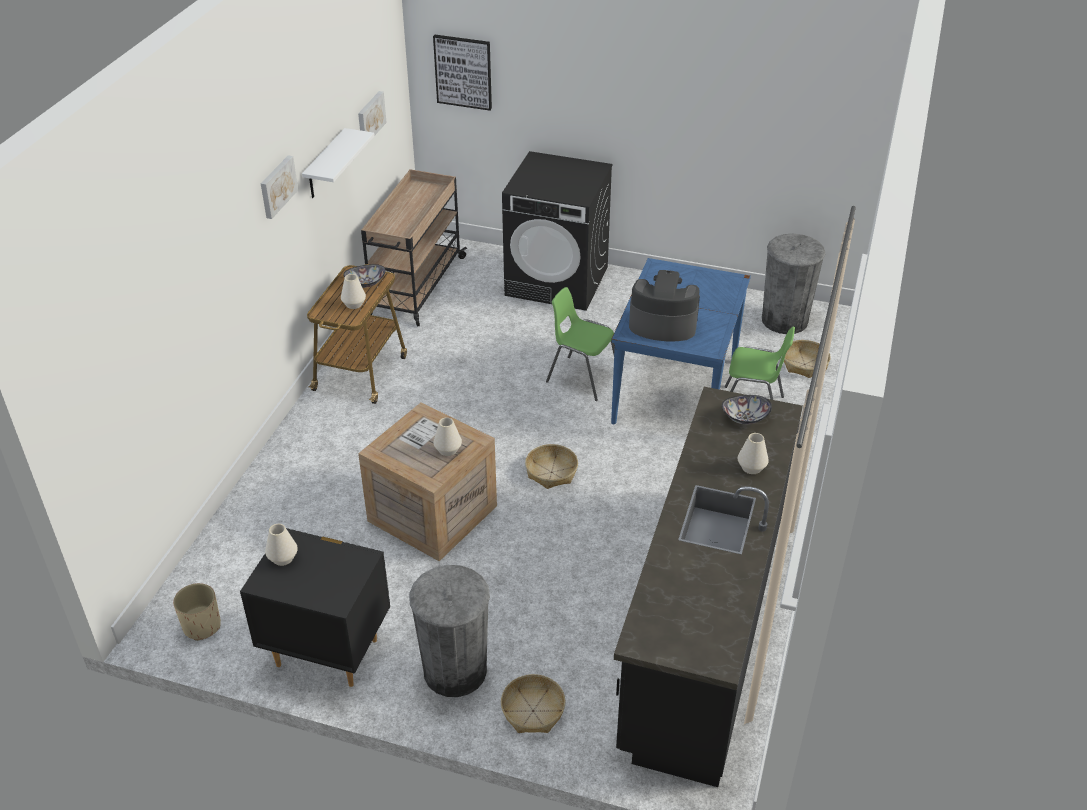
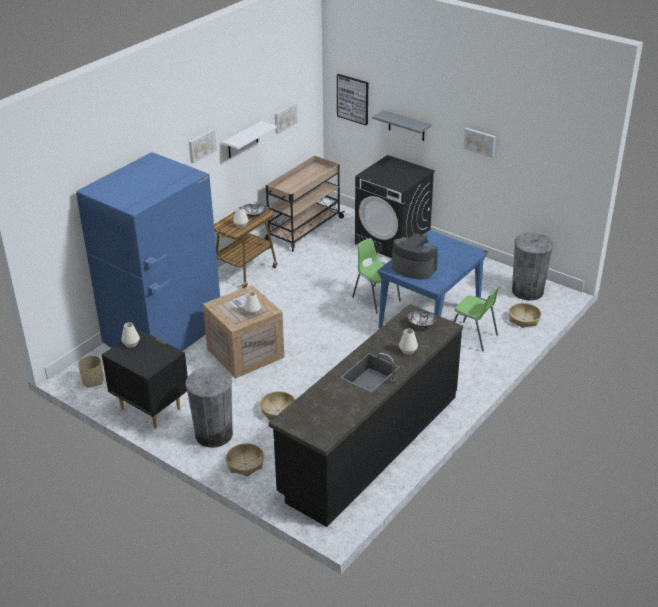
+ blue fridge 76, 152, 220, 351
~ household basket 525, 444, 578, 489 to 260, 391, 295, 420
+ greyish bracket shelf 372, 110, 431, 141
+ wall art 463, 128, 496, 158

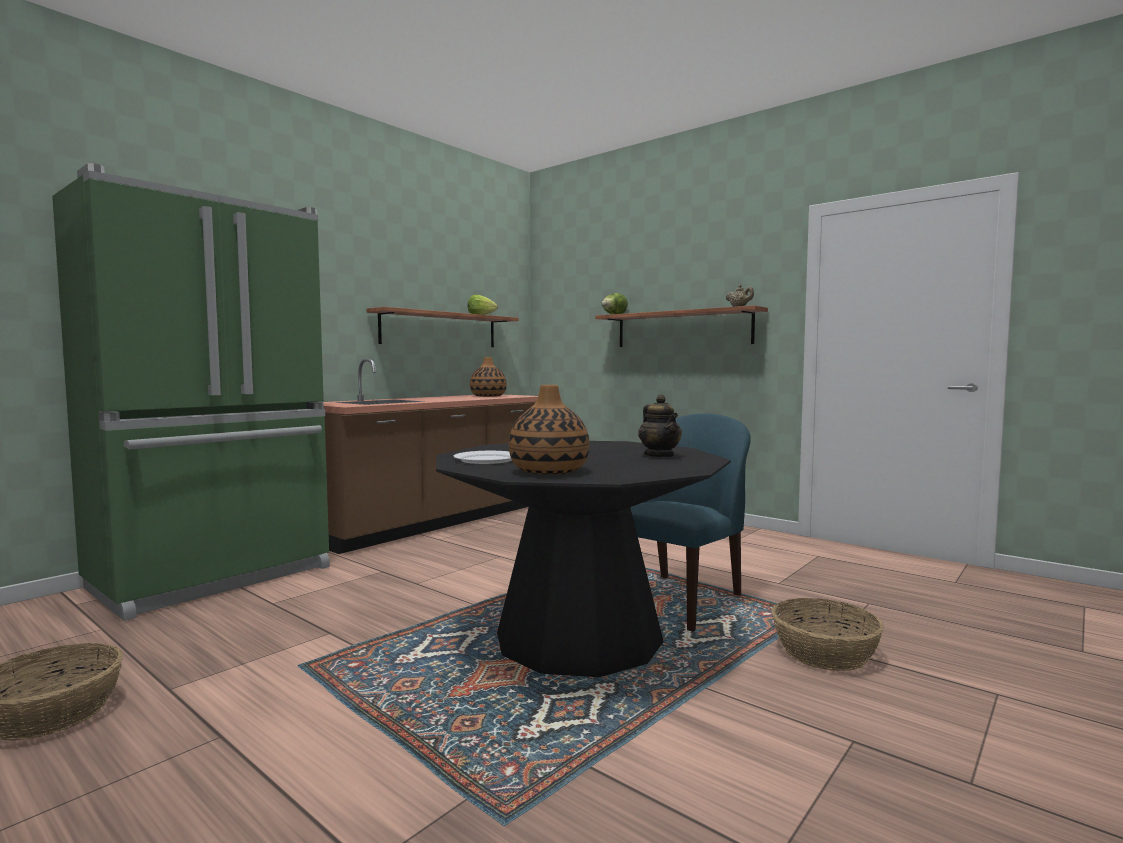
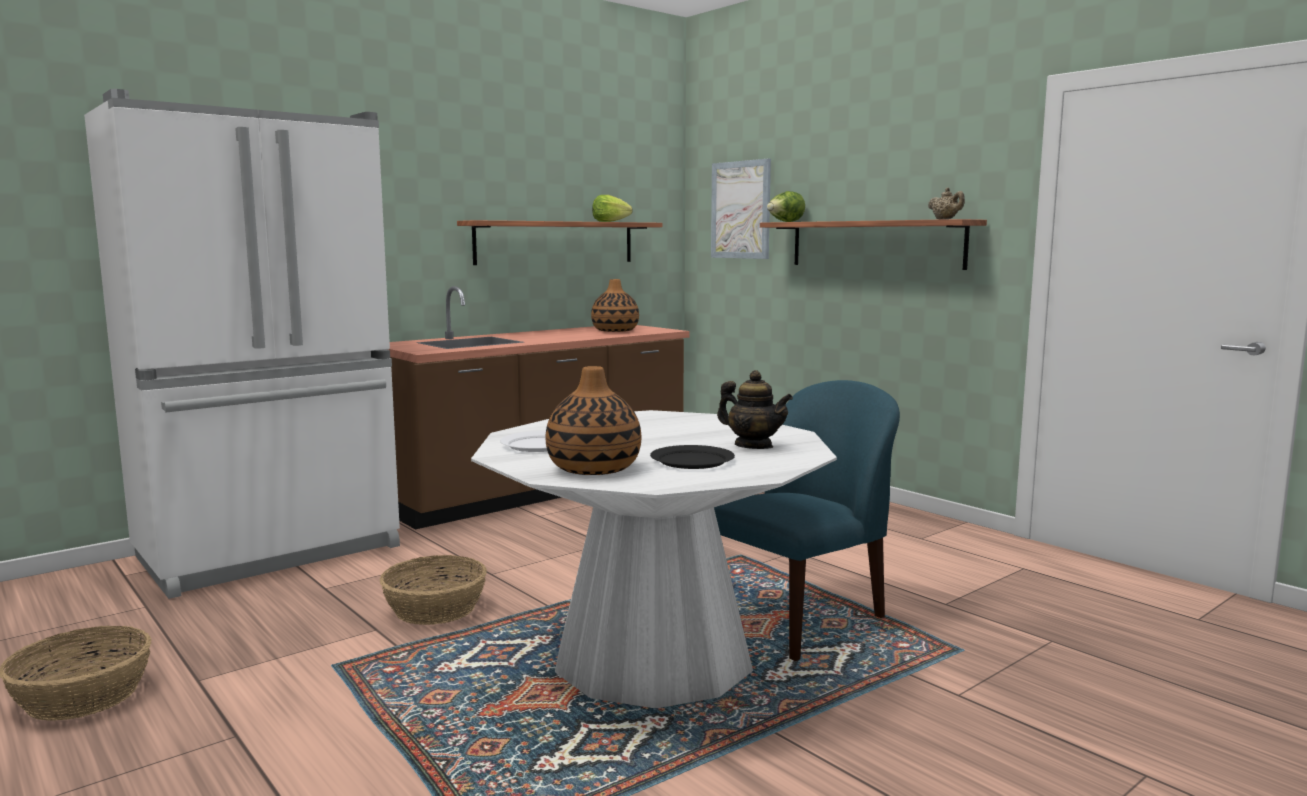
~ greenish fridge 52, 163, 330, 621 to white fridge 84, 89, 400, 599
~ household basket 772, 598, 884, 671 to 380, 555, 487, 625
~ black dinner table 436, 441, 731, 677 to white dinner table 471, 410, 837, 708
+ black plate 650, 445, 735, 469
+ wall art 711, 159, 771, 259
~ teapot 638, 395, 682, 458 = 717, 370, 793, 449 45 degrees counterclockwise

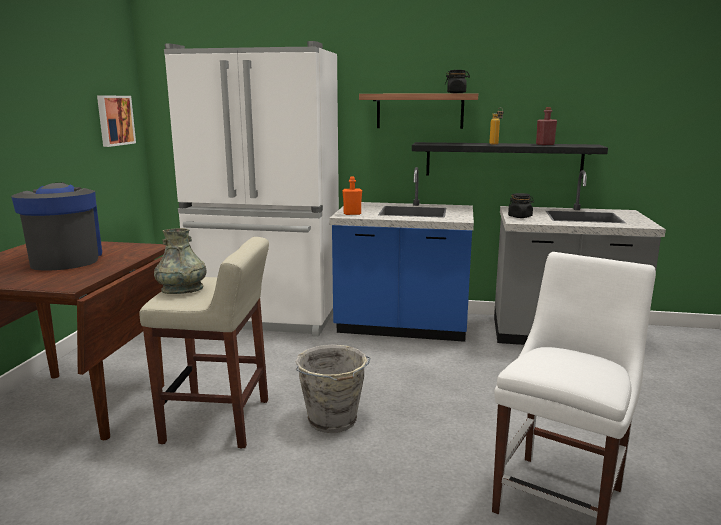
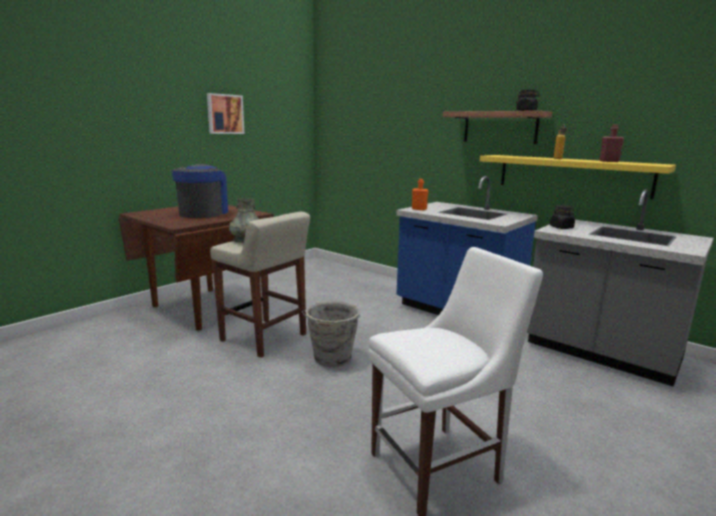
~ wall art 97, 95, 136, 147 to 207, 93, 244, 134
~ black bracket shelf 412, 142, 608, 177 to yellow bracket shelf 480, 155, 676, 199
- white fridge 164, 41, 339, 337

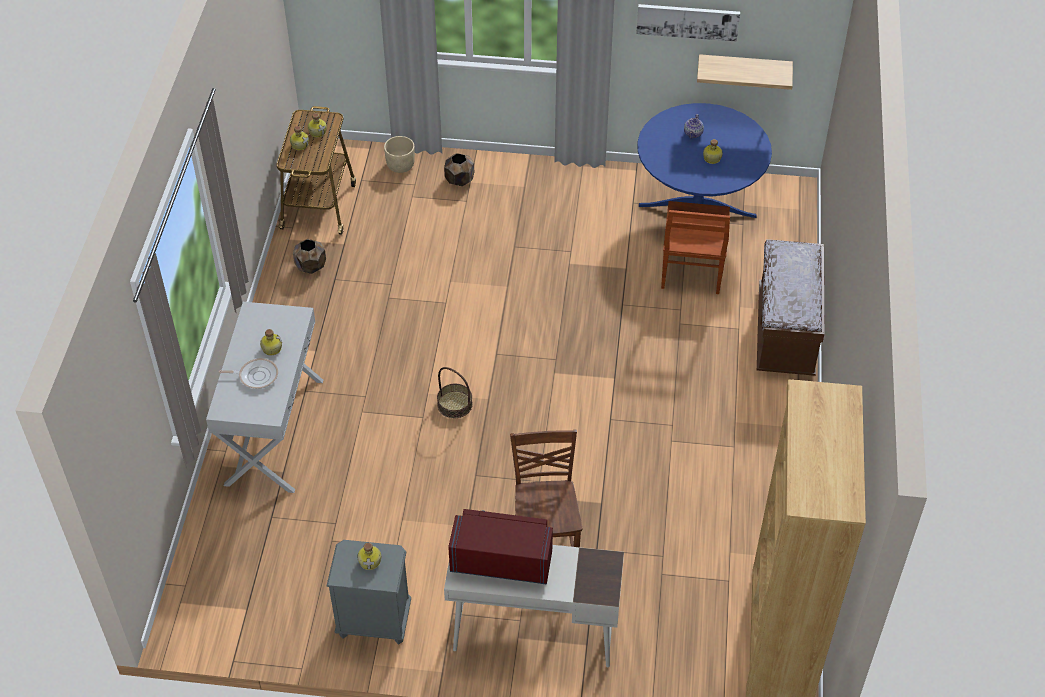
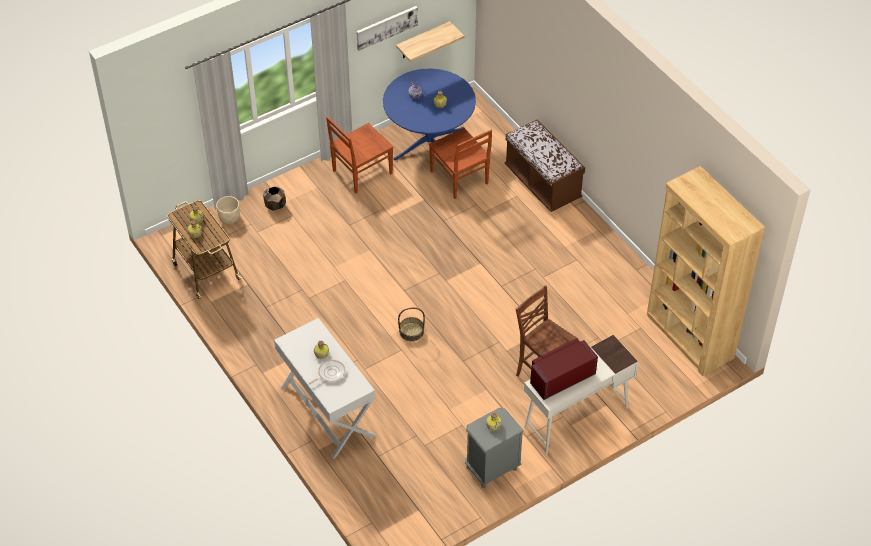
+ brown-coloured plain chair 326, 116, 394, 193
- brown-coloured plant pot 293, 239, 326, 274

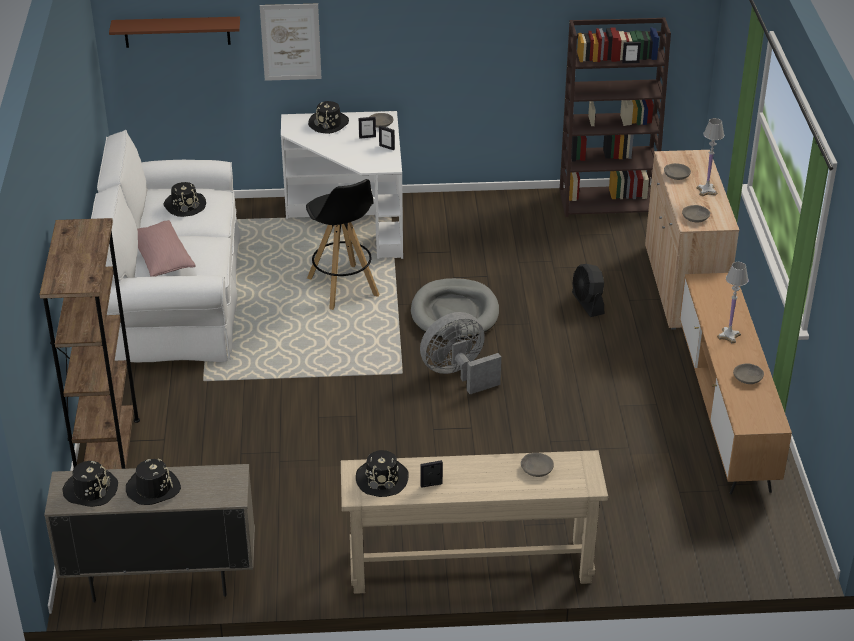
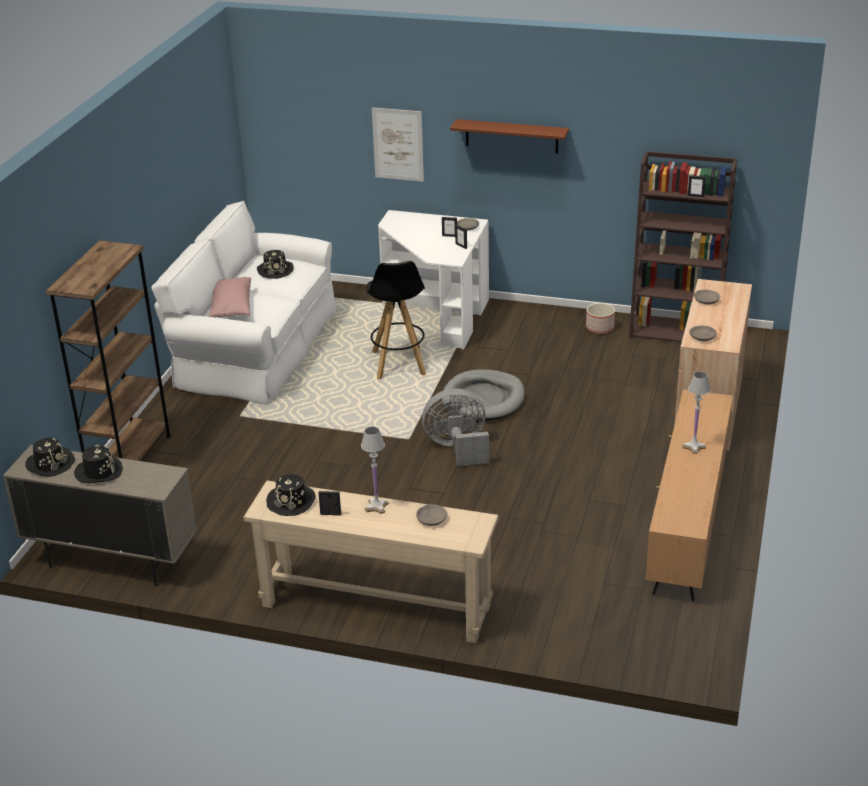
~ white lamp for a table 696, 118, 724, 196 to 361, 426, 389, 514
~ brown-coloured bracket shelf 109, 17, 240, 48 to 450, 119, 569, 154
+ plant pot 586, 303, 615, 334
- black hat 308, 101, 349, 134
- black fan 572, 264, 604, 317
- greyish deep dish 733, 363, 764, 384

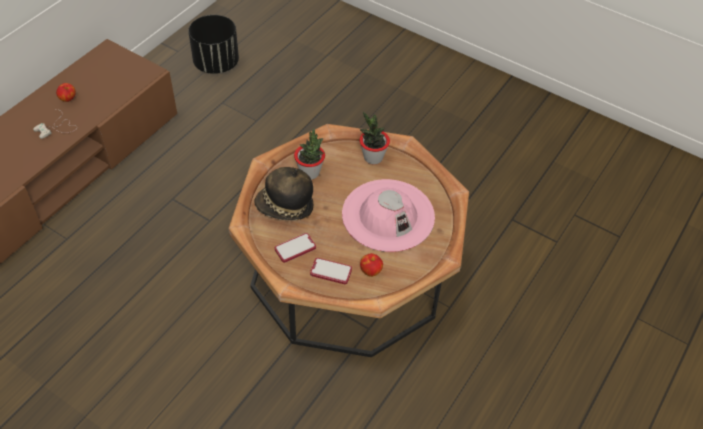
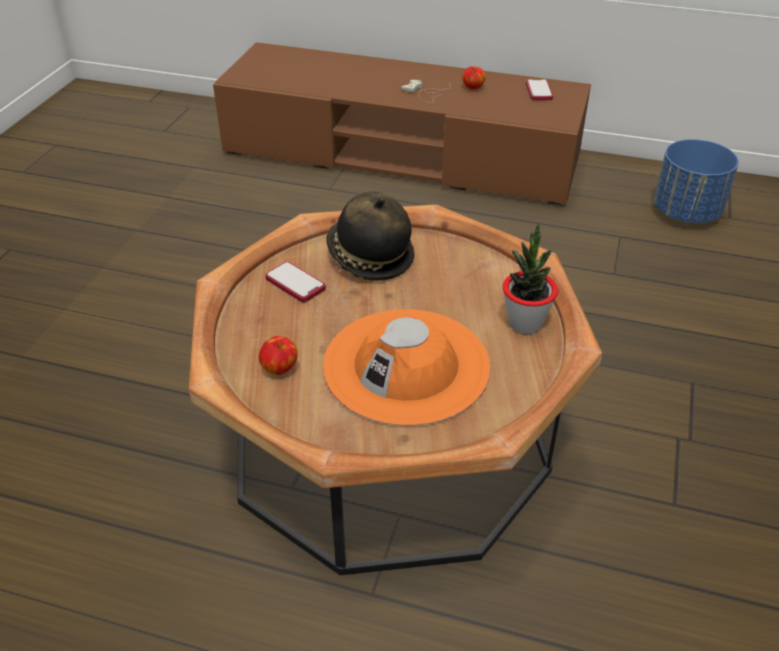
~ pink-coloured hat 342, 179, 435, 252 to orangey hat 323, 309, 491, 426
~ handset 310, 258, 352, 284 to 526, 79, 553, 100
~ black plant pot 188, 15, 239, 74 to blue plant pot 654, 139, 739, 223
- houseplant 294, 129, 325, 180

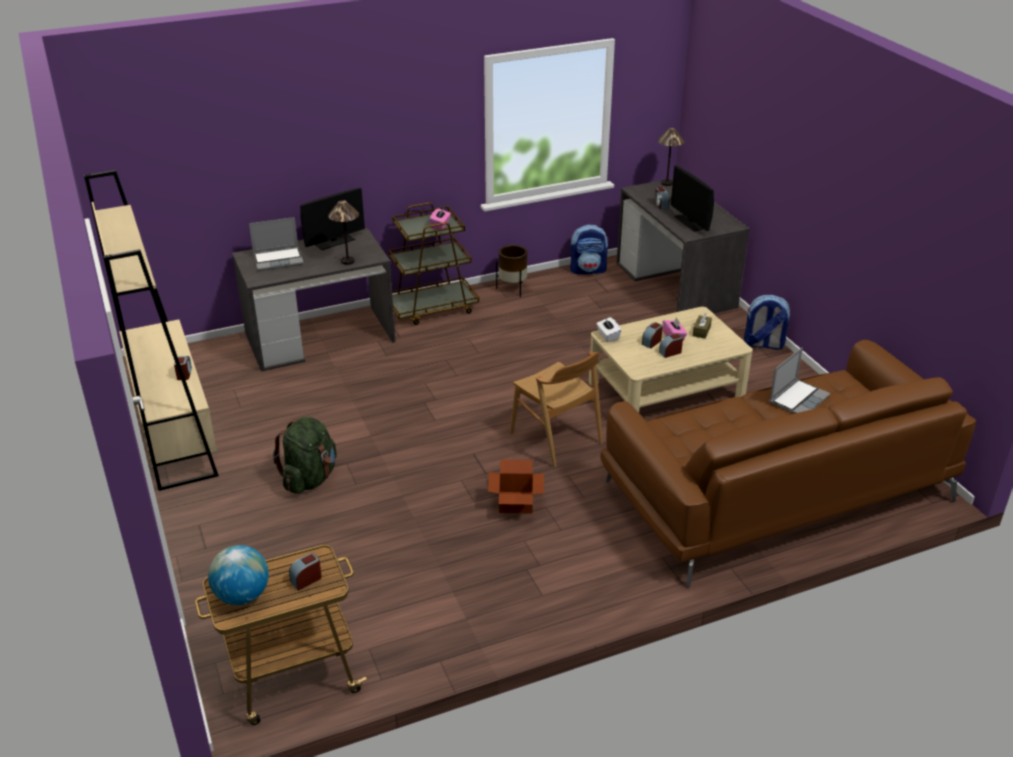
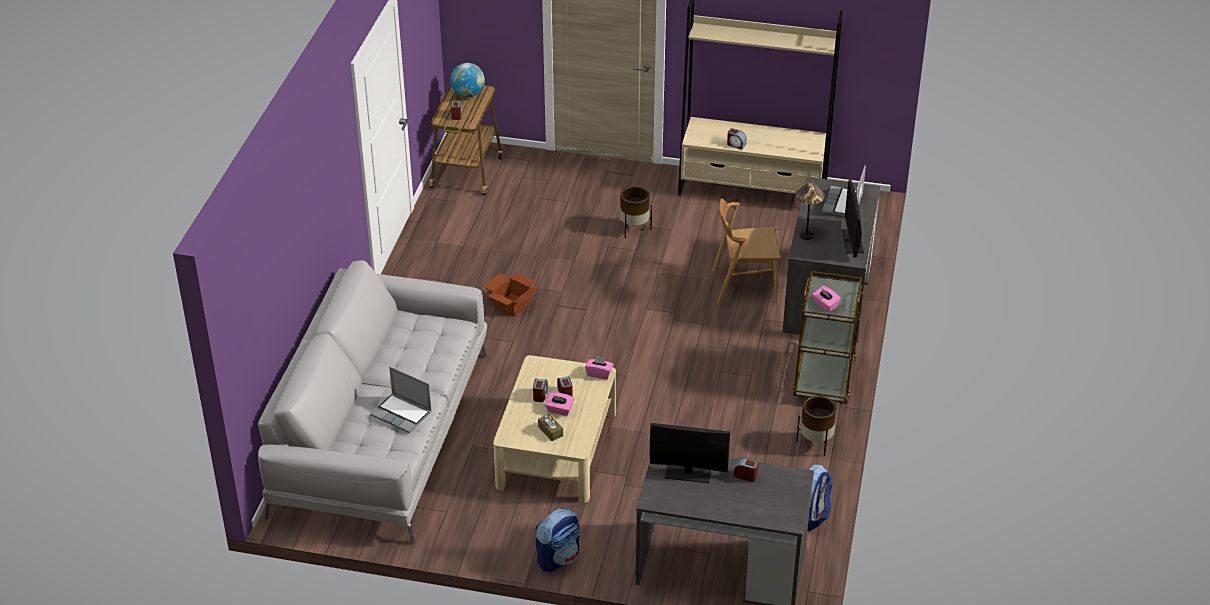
~ brown-coloured settee 600, 340, 976, 588 to greyish settee 258, 260, 487, 544
~ notebook computer 769, 347, 831, 414 = 370, 367, 432, 433 45 degrees counterclockwise
~ white tissue box 597, 317, 621, 342 to pink-coloured tissue box 585, 356, 614, 379
~ greenish backpack 273, 417, 337, 494 to brown-coloured plant pot 620, 186, 652, 239
~ brown-coloured plain chair 510, 352, 603, 467 to 712, 198, 781, 304
- lamp for a table 657, 128, 684, 186

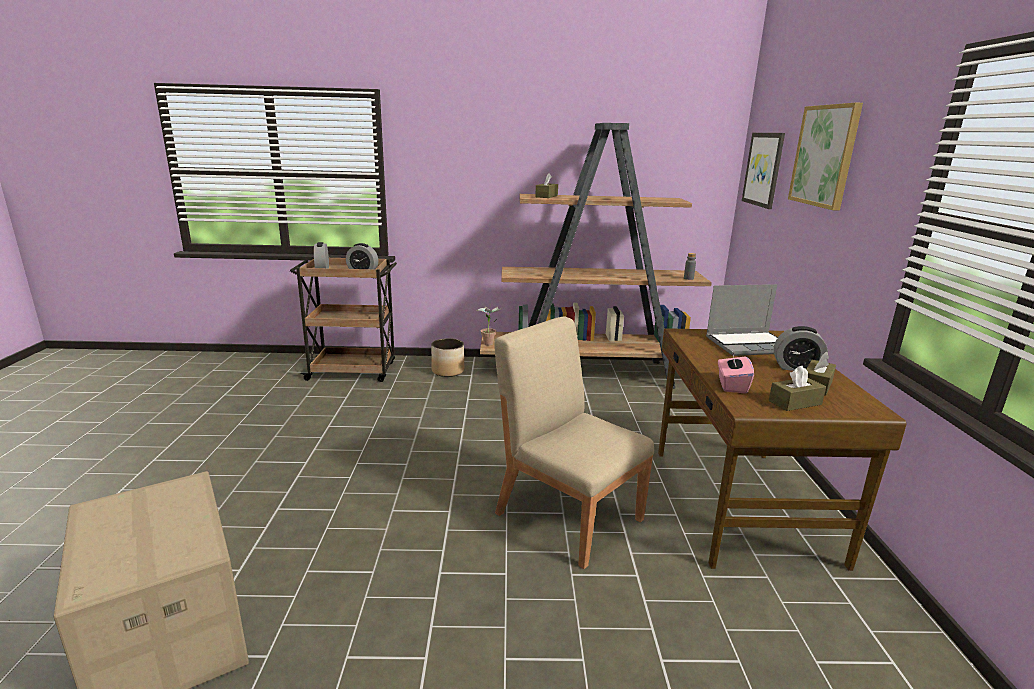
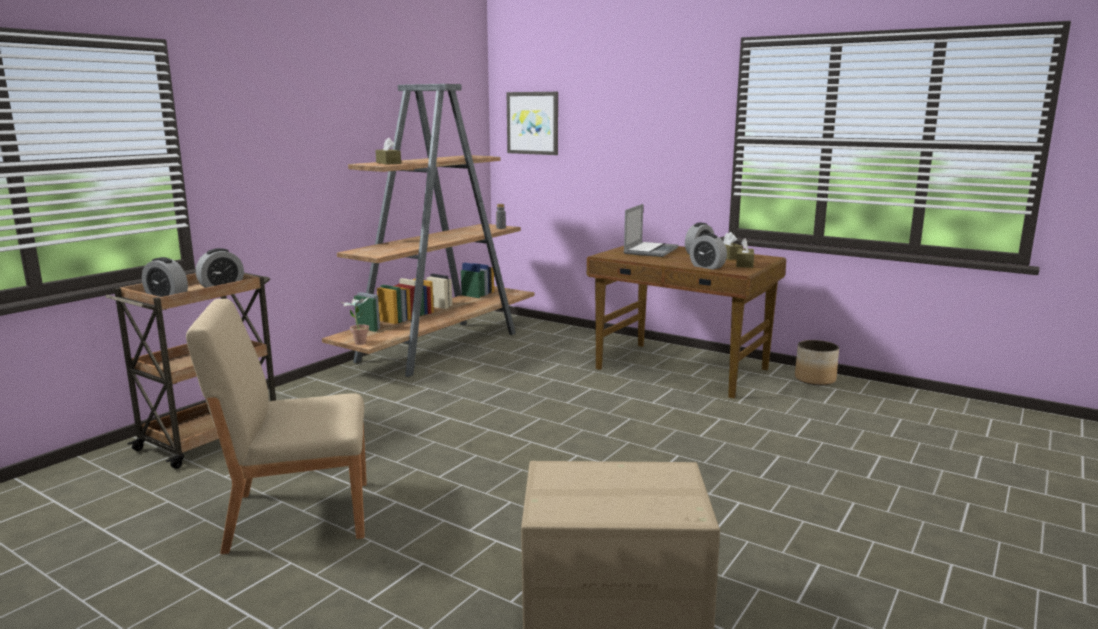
~ sand-coloured plain chair 494, 316, 654, 569 to 186, 299, 367, 554
~ pink-coloured tissue box 718, 351, 754, 394 to table clock 689, 233, 727, 270
~ plant pot 431, 338, 464, 377 to 795, 340, 839, 385
- wall art 788, 103, 863, 211

